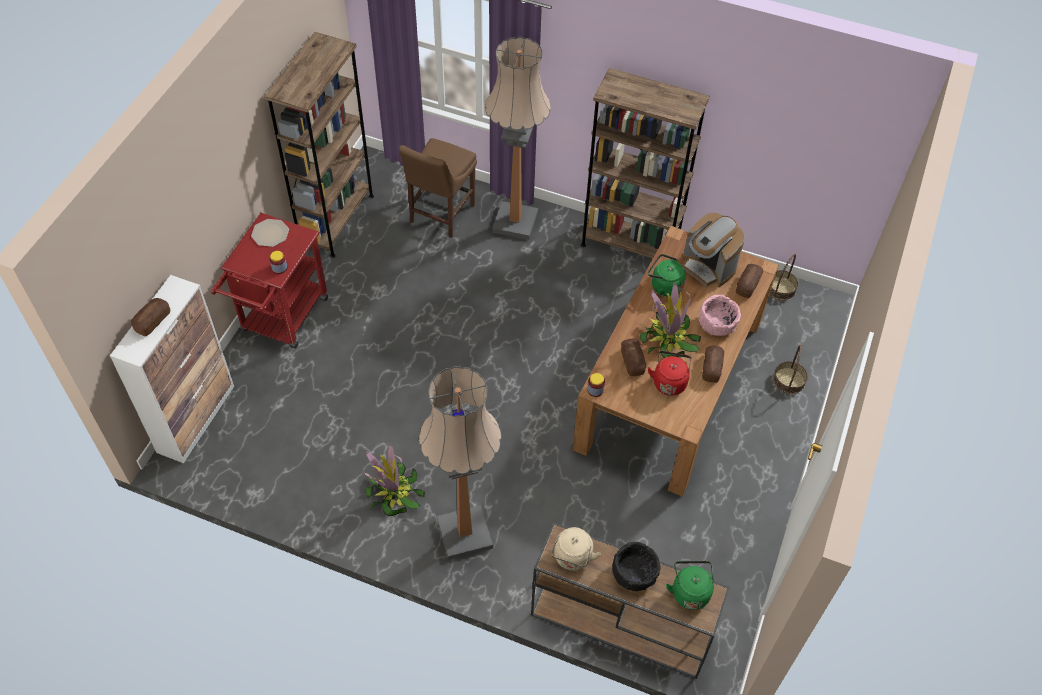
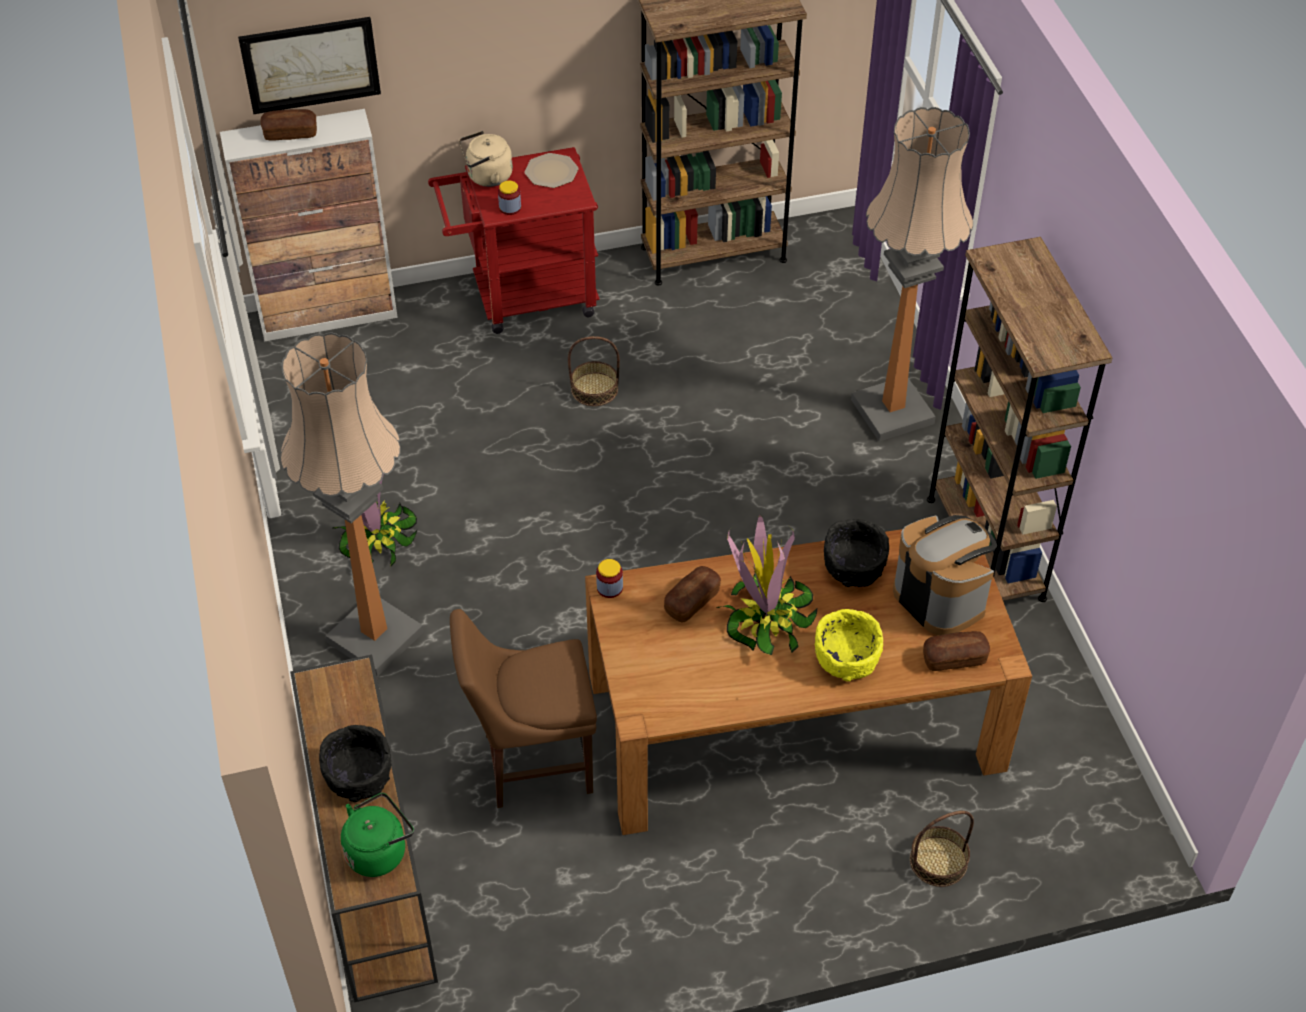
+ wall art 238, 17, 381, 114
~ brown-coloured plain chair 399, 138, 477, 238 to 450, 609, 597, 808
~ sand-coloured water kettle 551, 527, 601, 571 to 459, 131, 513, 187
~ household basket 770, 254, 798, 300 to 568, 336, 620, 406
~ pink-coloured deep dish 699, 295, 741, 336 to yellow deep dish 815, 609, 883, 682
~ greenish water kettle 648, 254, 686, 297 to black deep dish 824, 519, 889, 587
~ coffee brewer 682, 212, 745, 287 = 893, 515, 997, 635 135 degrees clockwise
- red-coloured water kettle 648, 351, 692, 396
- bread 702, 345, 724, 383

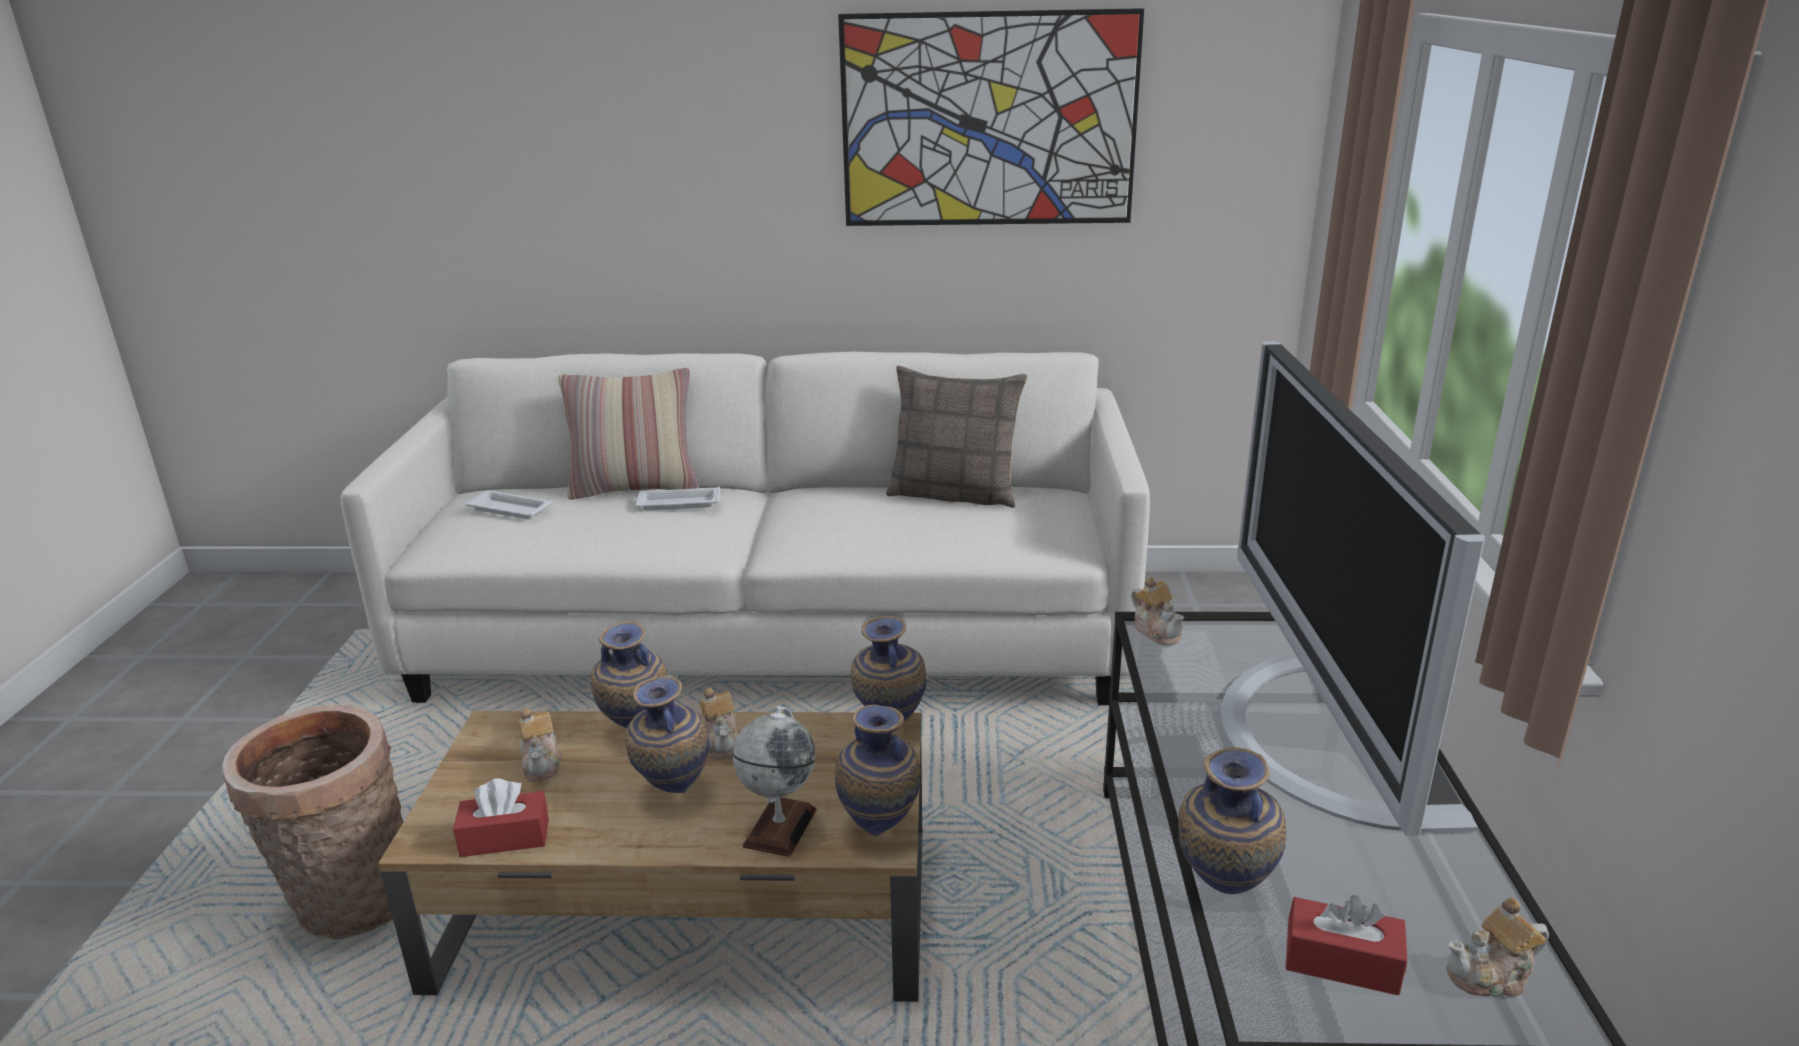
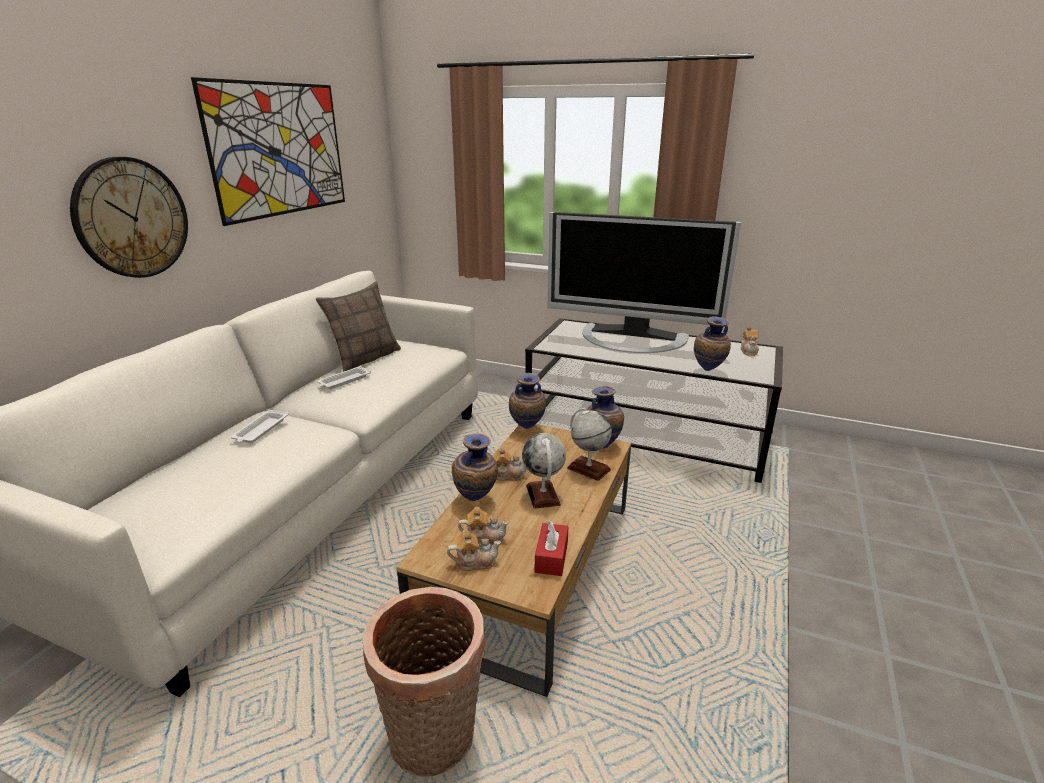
+ clock on the wall 70, 157, 188, 278
~ white serving tray 466, 491, 552, 519 to 317, 366, 371, 389
~ teapot 1131, 577, 1184, 645 to 447, 530, 501, 571
~ flower vase 625, 676, 709, 793 to desk globe 522, 433, 566, 509
- cushion 558, 368, 699, 500
- red-coloured tissue box 1285, 895, 1407, 995

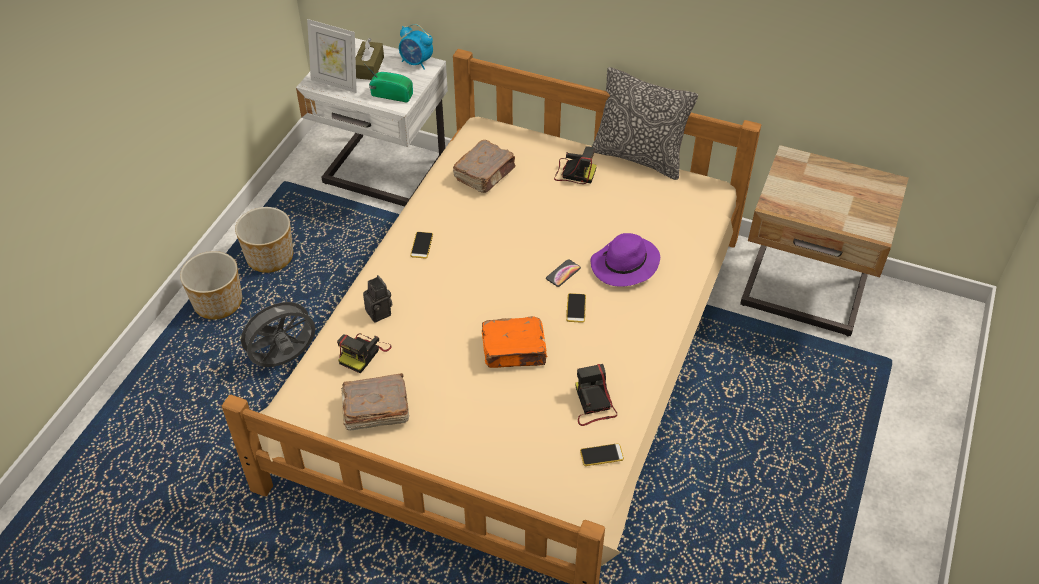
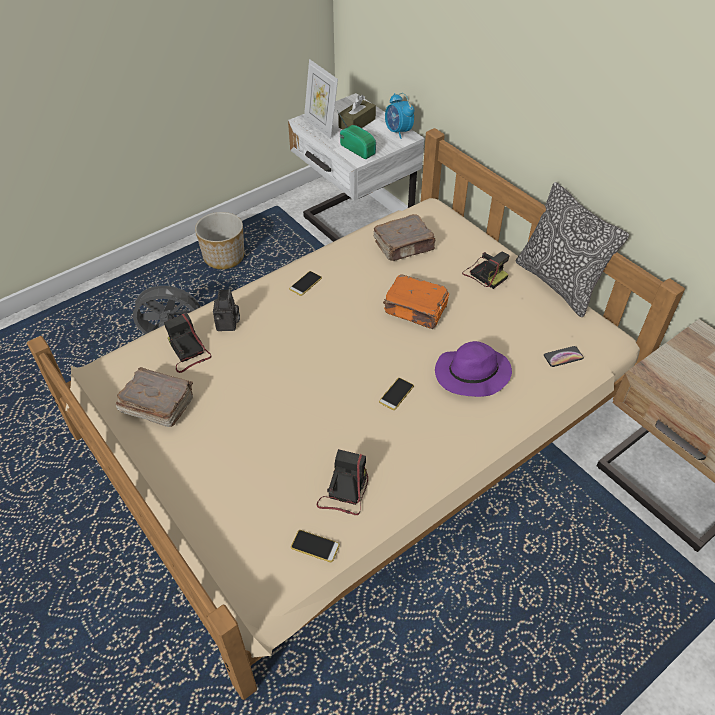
~ still camera 337, 333, 392, 373 = 164, 313, 212, 373 90 degrees clockwise
~ orangey book 482, 316, 548, 368 to 383, 274, 449, 329
~ handset 546, 259, 581, 287 to 544, 346, 584, 367
- plant pot 180, 251, 242, 319

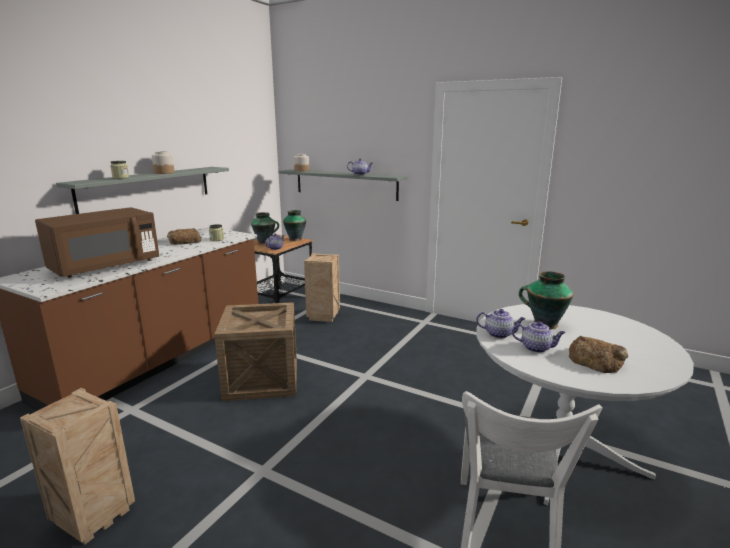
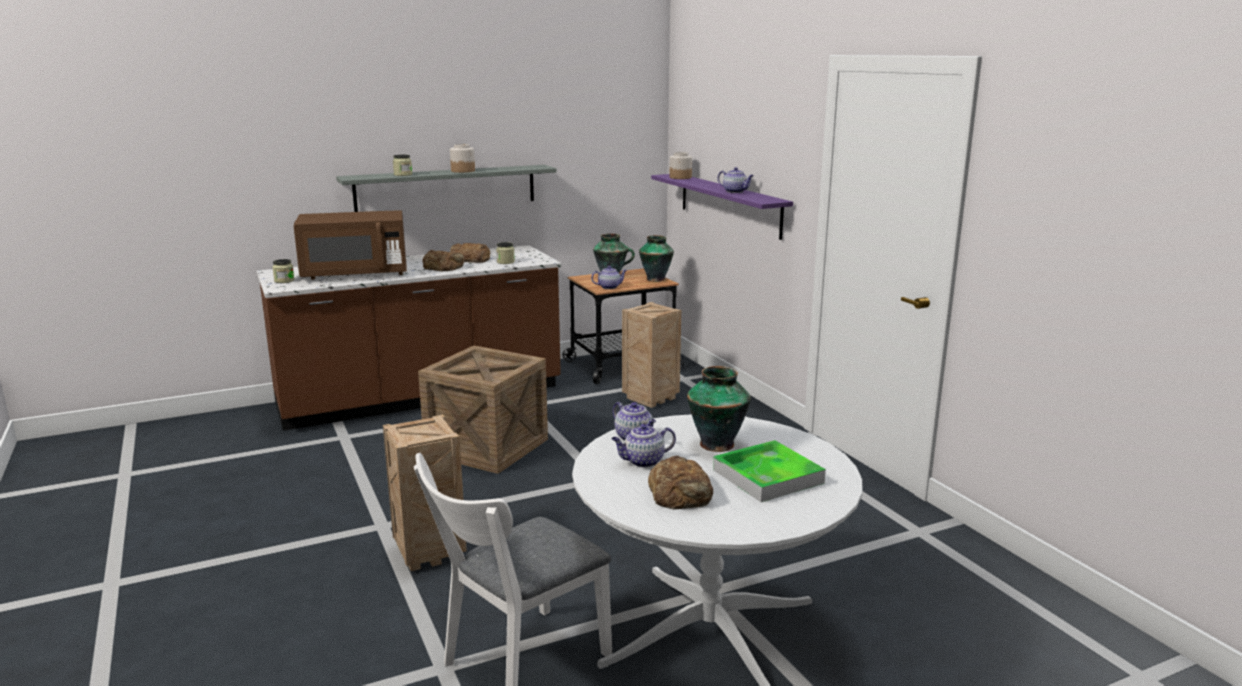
+ storage jar 272, 259, 294, 283
~ packing crate 20, 388, 135, 545 to 383, 414, 467, 571
+ bread 422, 250, 464, 271
~ teapot 512, 321, 565, 353 = 612, 424, 676, 468 105 degrees clockwise
~ greyish bracket shelf 278, 169, 408, 201 to purple-coloured bracket shelf 651, 174, 793, 240
+ serving tray 713, 440, 826, 502

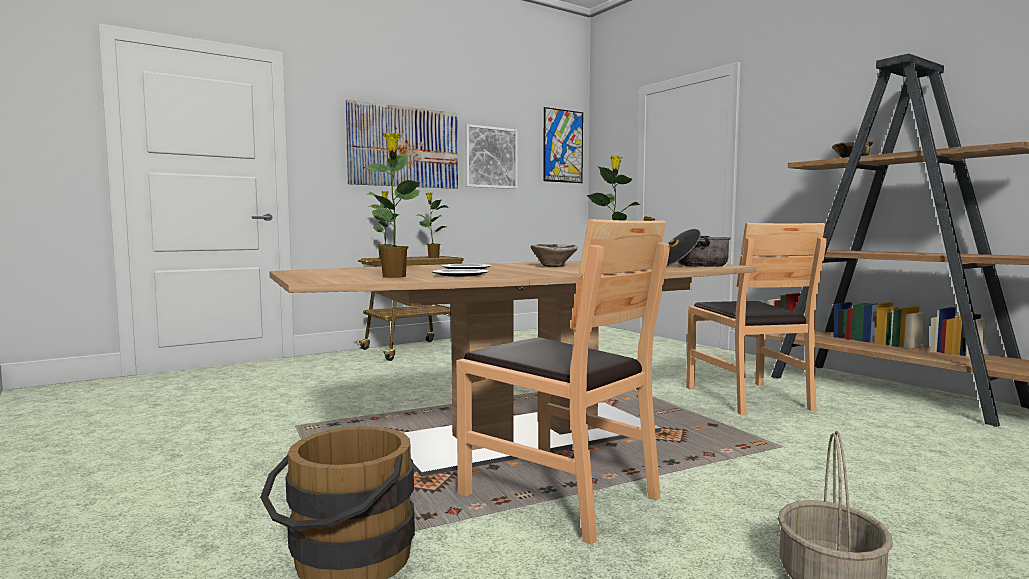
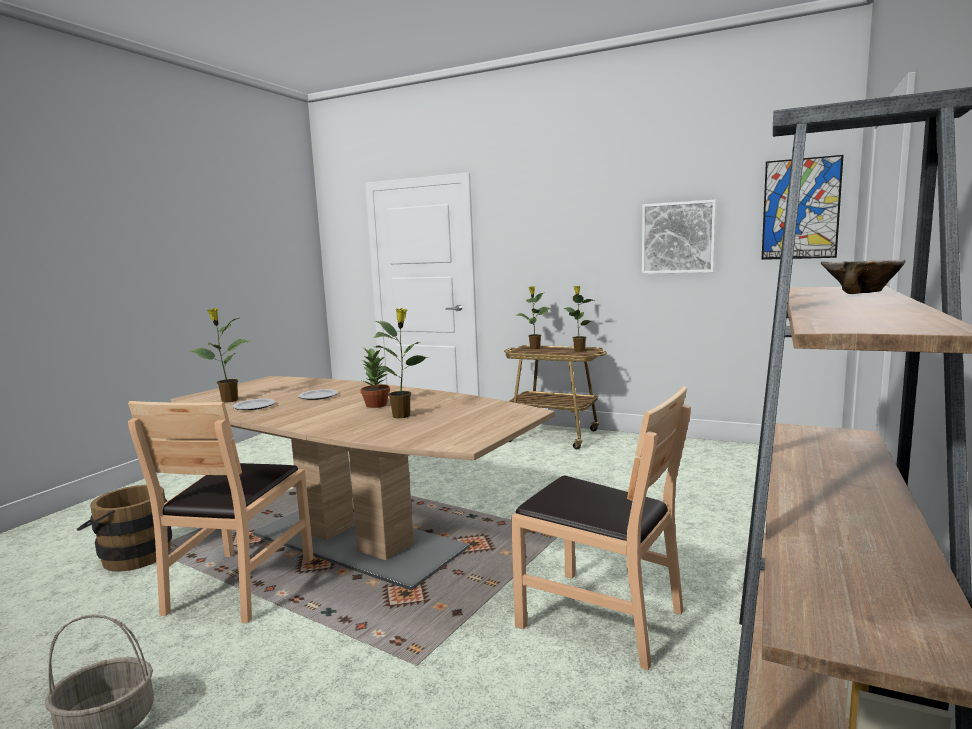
~ deep dish 530, 244, 578, 267 to houseplant 360, 348, 390, 408
~ brown-coloured plain chair 686, 223, 827, 415 = 511, 386, 691, 670 105 degrees counterclockwise
- wall art 346, 100, 458, 189
- stockpot 667, 229, 731, 267

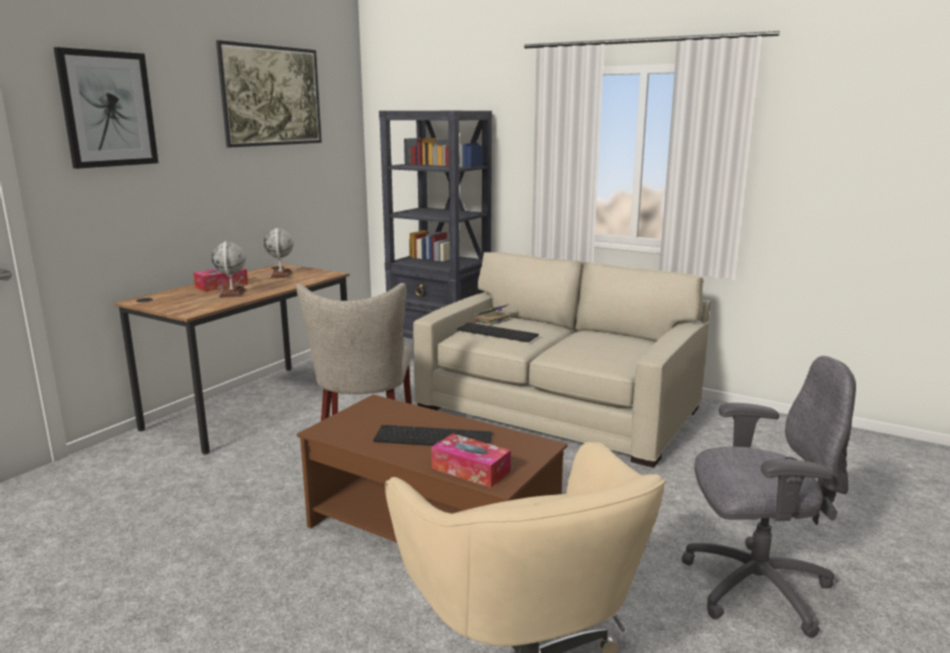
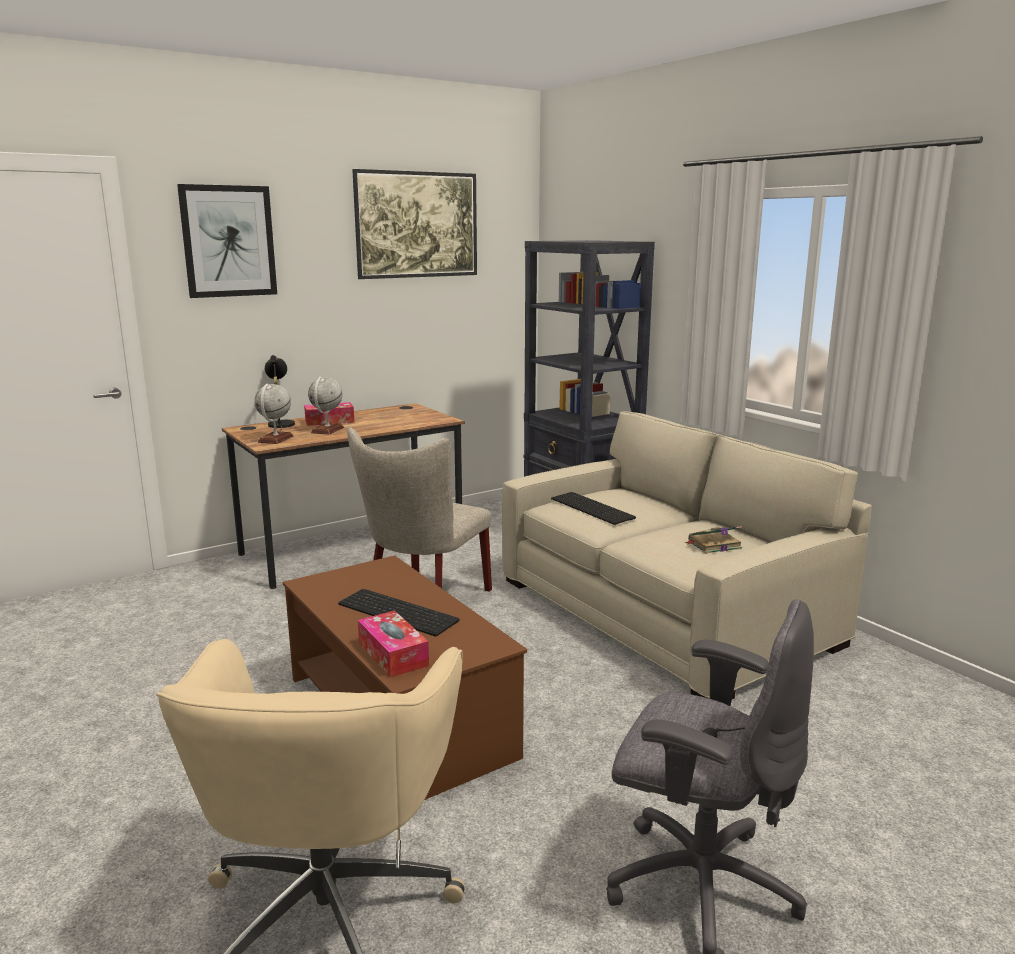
~ desk globe 263, 228, 294, 278 to 255, 383, 293, 444
+ black lamp for a table 265, 355, 295, 431
~ book 474, 304, 511, 326 to 684, 526, 742, 554

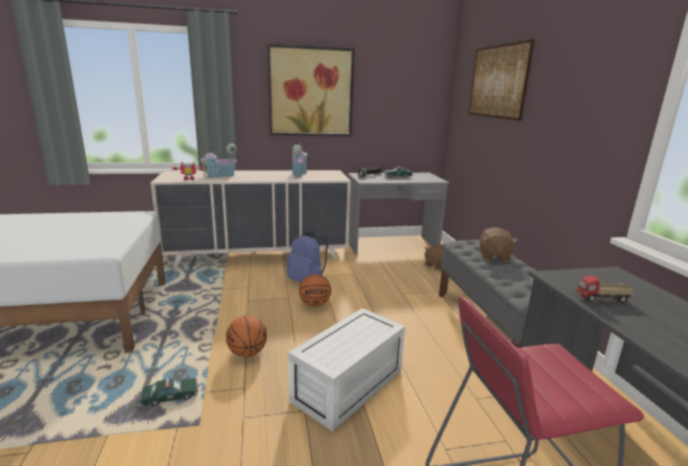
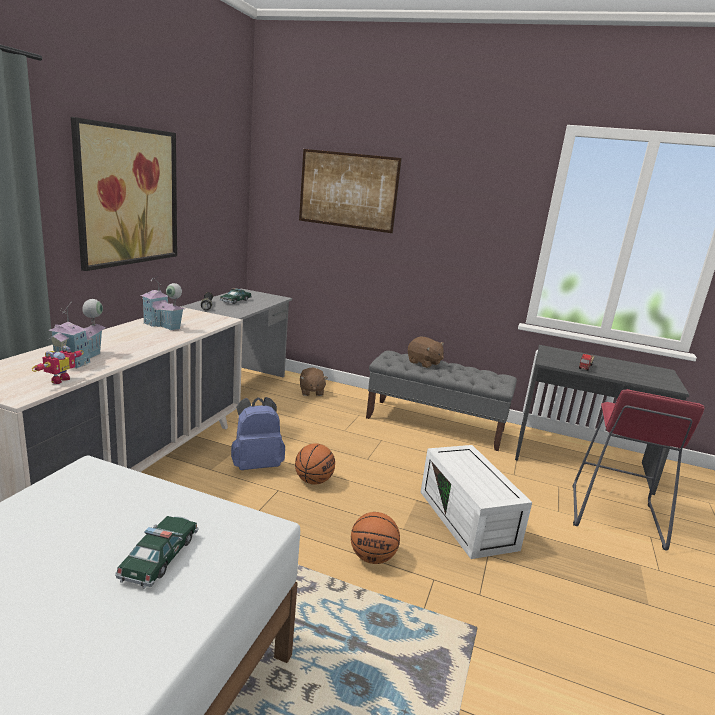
~ miniature car 140, 376, 198, 407 to 115, 516, 199, 588

